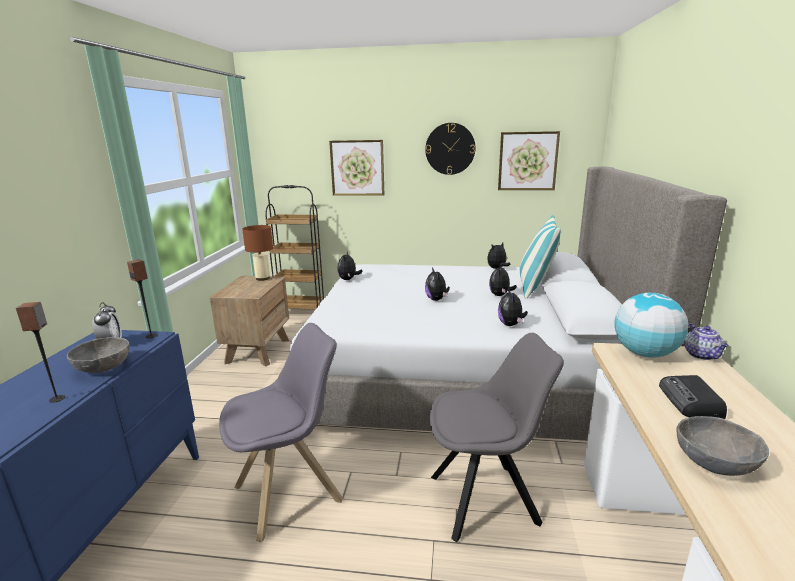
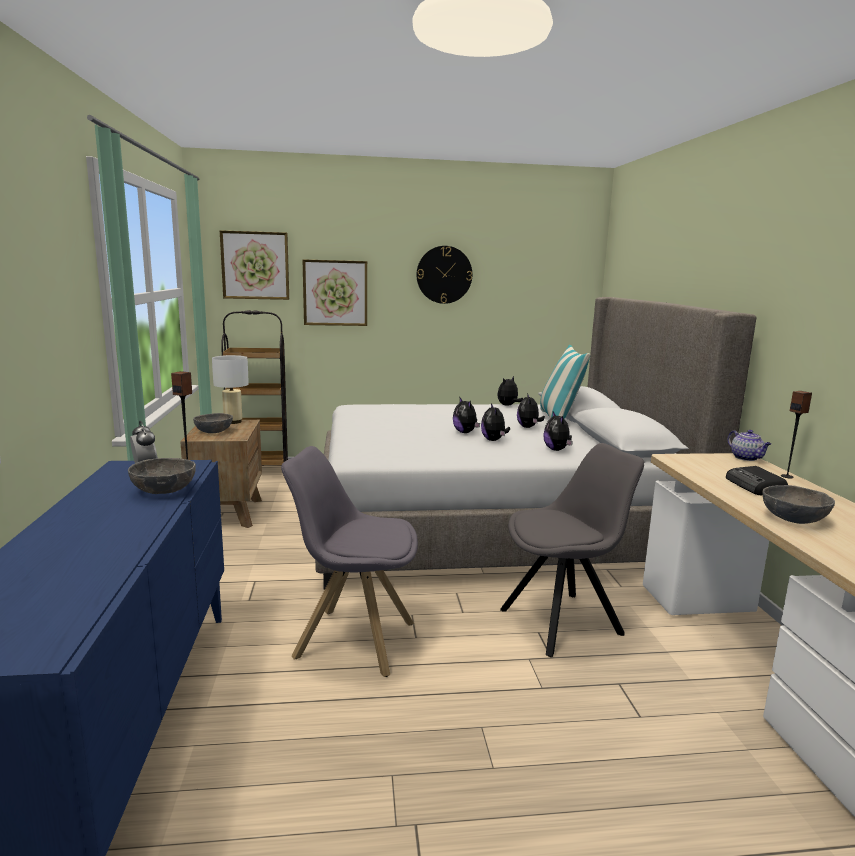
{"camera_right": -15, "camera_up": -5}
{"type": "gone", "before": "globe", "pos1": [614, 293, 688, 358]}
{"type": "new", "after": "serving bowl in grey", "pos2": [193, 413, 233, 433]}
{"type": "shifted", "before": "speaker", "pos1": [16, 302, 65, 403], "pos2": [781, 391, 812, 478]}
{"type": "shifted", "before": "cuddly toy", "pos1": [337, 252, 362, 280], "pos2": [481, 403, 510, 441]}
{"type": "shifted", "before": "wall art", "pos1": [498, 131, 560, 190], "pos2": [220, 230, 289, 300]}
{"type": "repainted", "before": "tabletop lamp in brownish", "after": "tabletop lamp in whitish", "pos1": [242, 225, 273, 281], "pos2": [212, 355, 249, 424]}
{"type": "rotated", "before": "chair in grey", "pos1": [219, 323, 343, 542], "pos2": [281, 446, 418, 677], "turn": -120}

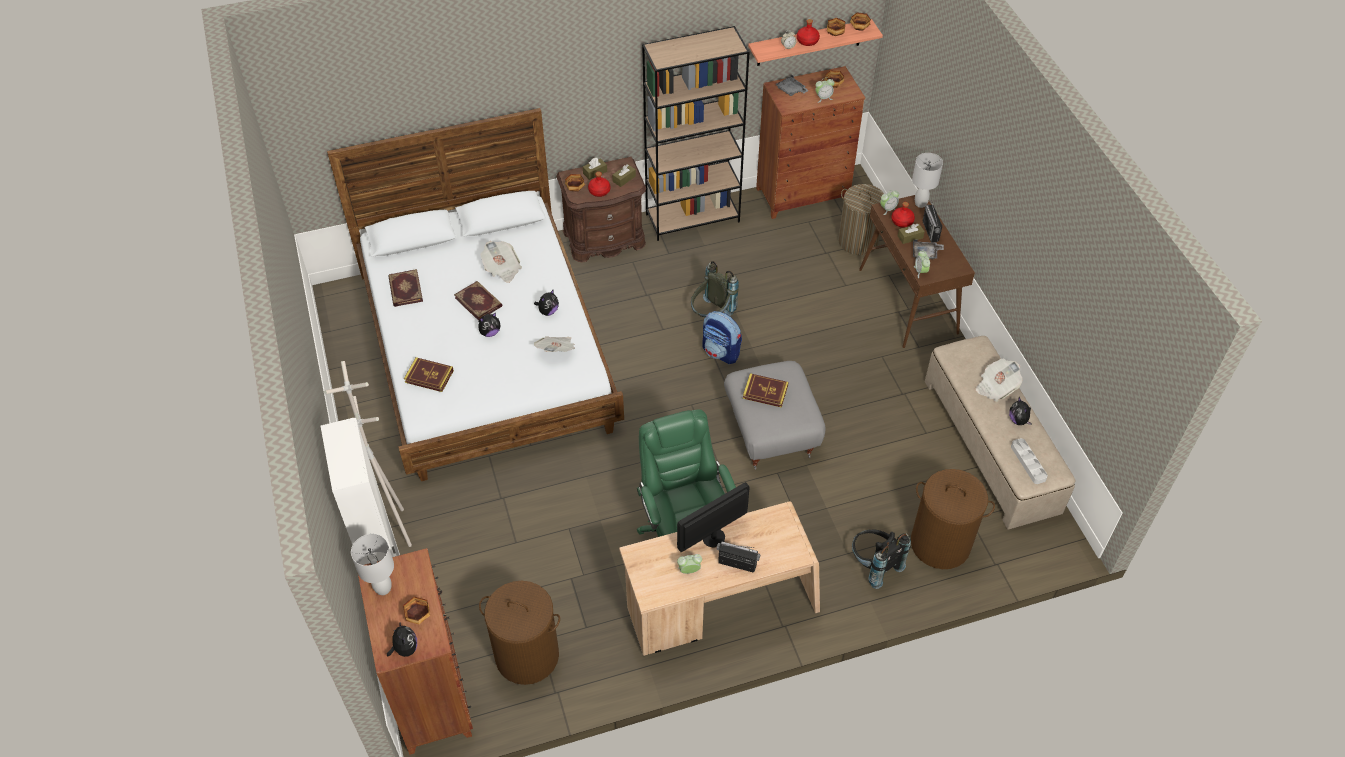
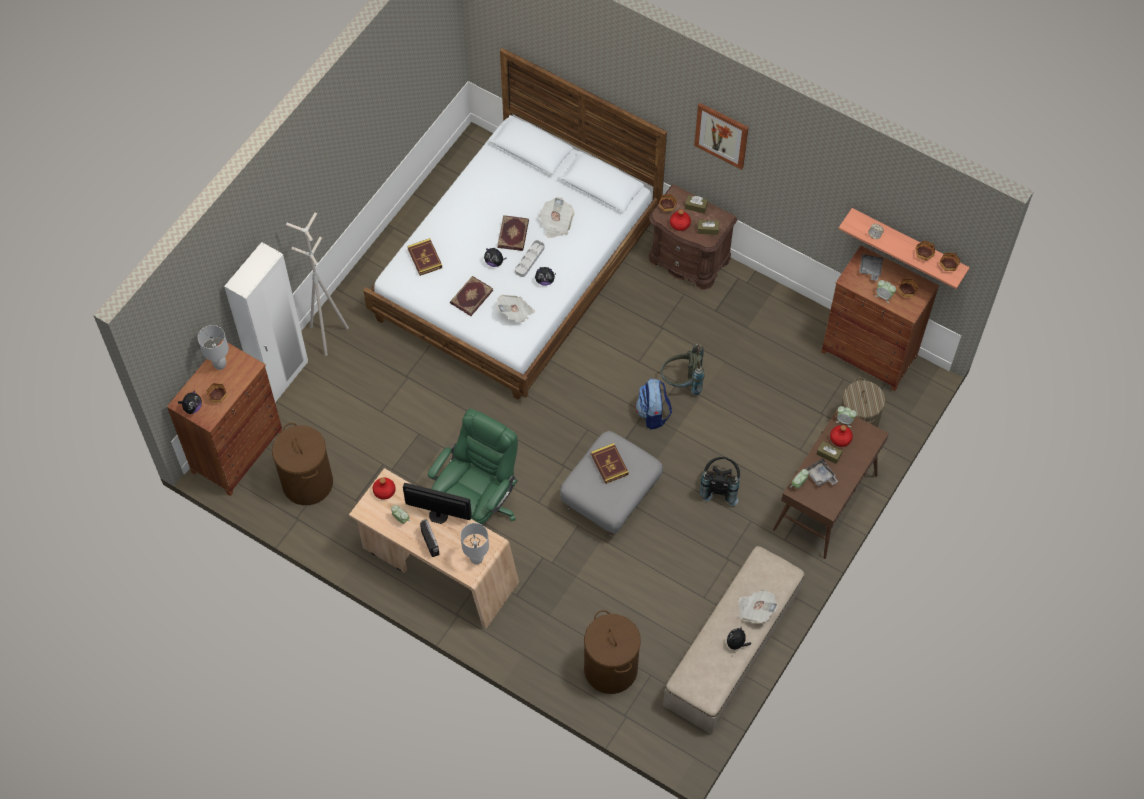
{"camera_right": 50, "camera_up": 10}
{"type": "gone", "before": "bookshelf in beige", "pos1": [642, 26, 749, 241]}
{"type": "gone", "before": "radio", "pos1": [922, 200, 942, 243]}
{"type": "new", "after": "wall art", "pos2": [694, 103, 749, 170]}
{"type": "shifted", "before": "book", "pos1": [388, 269, 423, 307], "pos2": [450, 276, 493, 316]}
{"type": "shifted", "before": "beverage bottle in red-coloured", "pos1": [797, 19, 820, 46], "pos2": [373, 478, 396, 500]}
{"type": "shifted", "before": "knapsack in black", "pos1": [852, 530, 911, 589], "pos2": [699, 457, 740, 506]}
{"type": "shifted", "before": "tabletop lamp in whitish", "pos1": [912, 153, 943, 208], "pos2": [461, 523, 489, 565]}
{"type": "shifted", "before": "serving tray in grey", "pos1": [1011, 438, 1048, 484], "pos2": [515, 240, 545, 277]}

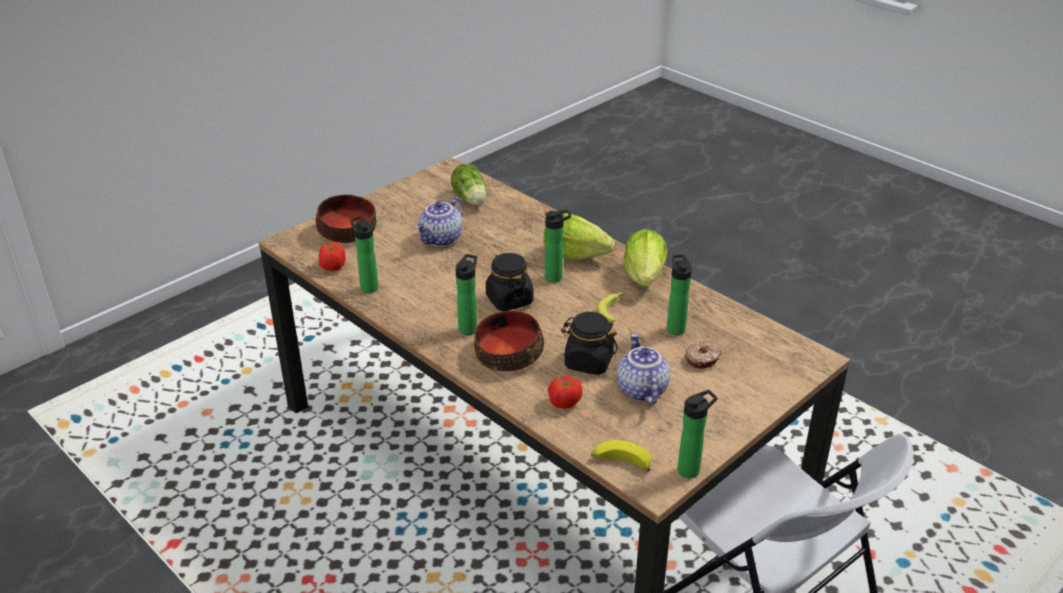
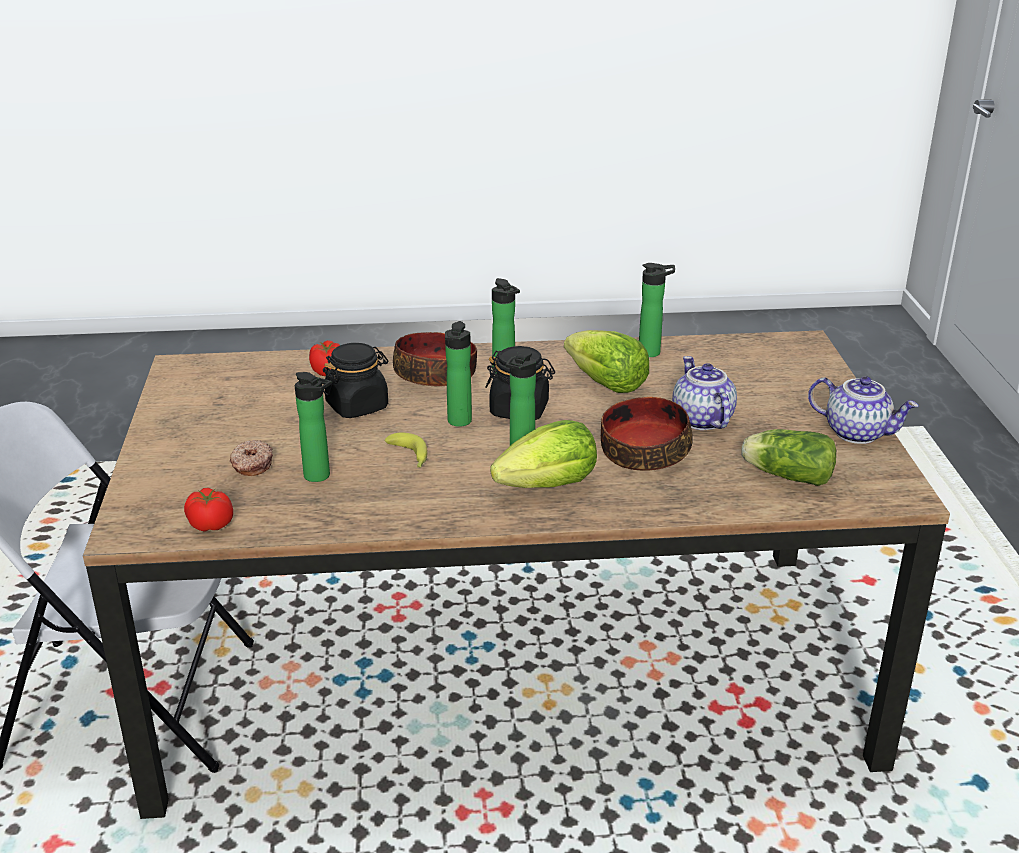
{"camera_right": 130, "camera_up": -5}
{"type": "gone", "before": "whole banana", "pos1": [591, 440, 651, 471]}
{"type": "shifted", "before": "serving bowl", "pos1": [316, 195, 376, 243], "pos2": [601, 397, 693, 471]}
{"type": "shifted", "before": "whole tomato", "pos1": [319, 242, 345, 271], "pos2": [184, 488, 233, 532]}
{"type": "shifted", "before": "tea pot", "pos1": [616, 334, 670, 405], "pos2": [808, 376, 919, 444]}
{"type": "shifted", "before": "head of lettuce", "pos1": [624, 229, 667, 286], "pos2": [564, 330, 649, 393]}
{"type": "shifted", "before": "beverage bottle", "pos1": [678, 390, 717, 478], "pos2": [445, 321, 472, 427]}

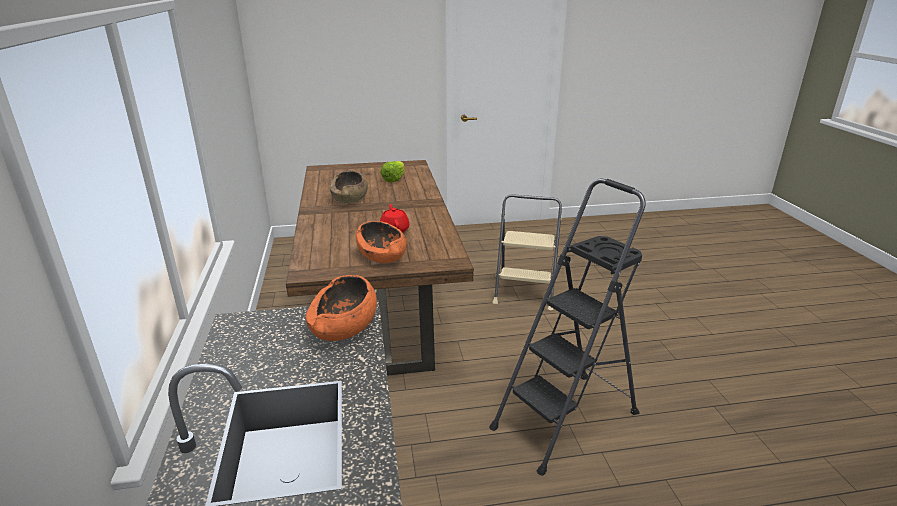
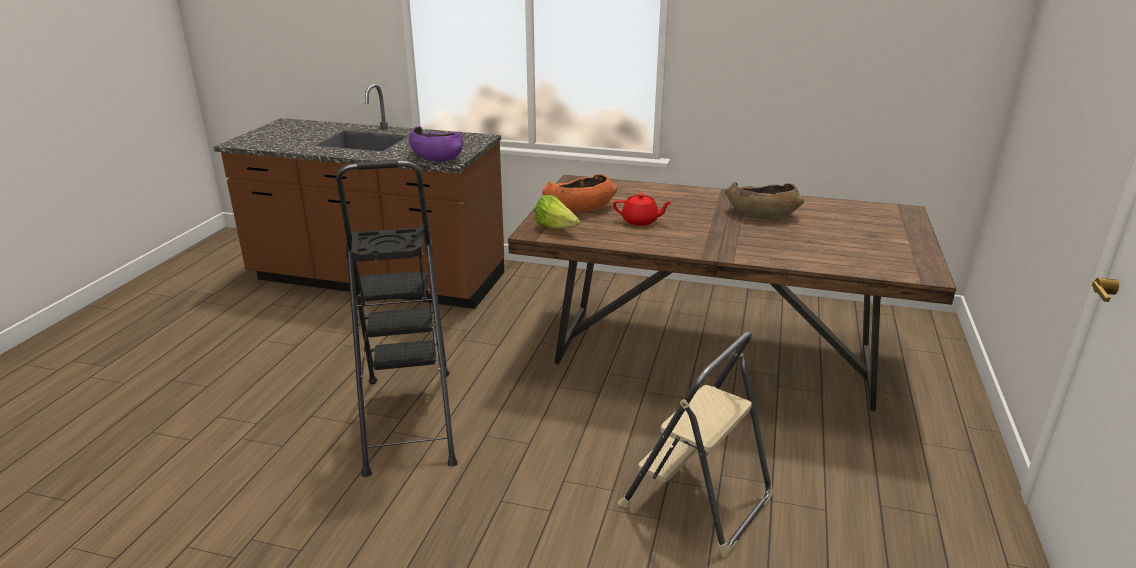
{"camera_right": 115, "camera_up": 0}
{"type": "shifted", "before": "head of lettuce", "pos1": [381, 161, 405, 183], "pos2": [535, 195, 580, 229]}
{"type": "repainted", "before": "serving bowl in orange", "after": "serving bowl in purplish", "pos1": [306, 275, 377, 341], "pos2": [409, 126, 463, 162]}

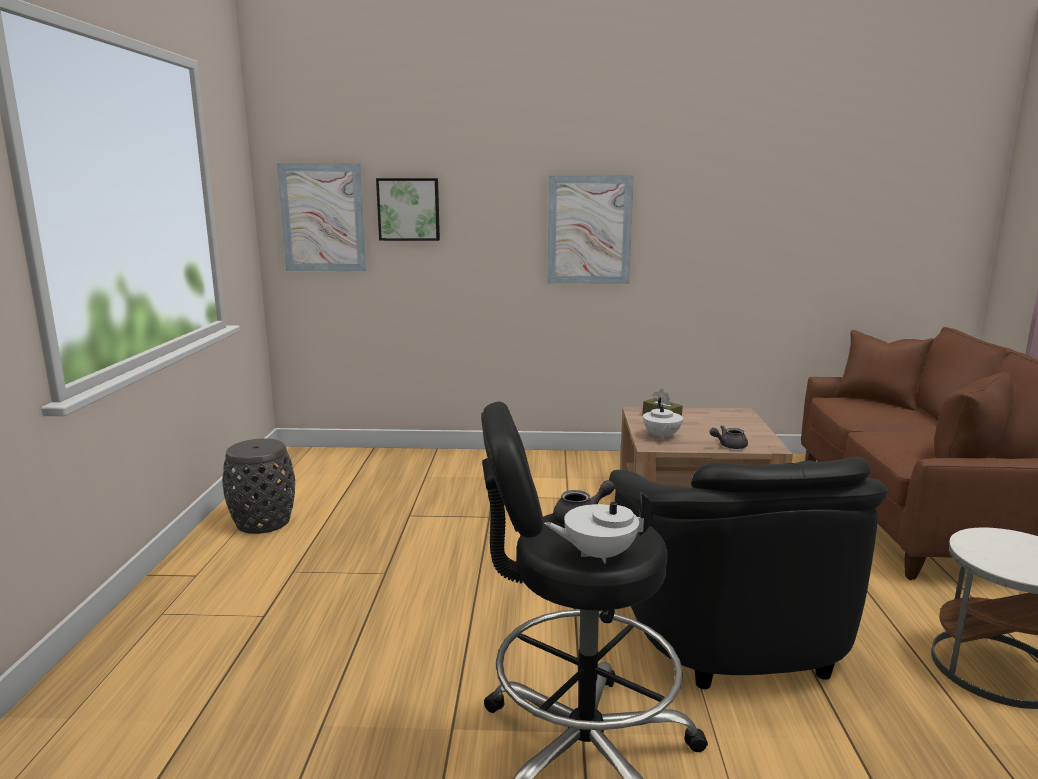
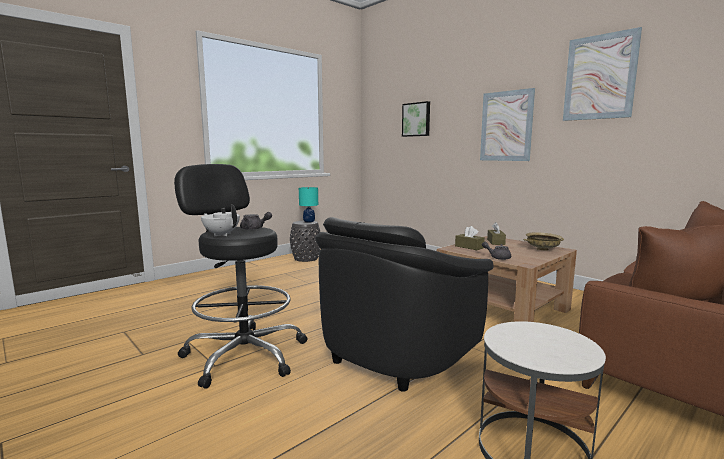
{"camera_right": 45, "camera_up": -5}
{"type": "new", "after": "tabletop lamp in turquoise-coloured", "pos2": [299, 187, 318, 222]}
{"type": "new", "after": "serving bowl in beige", "pos2": [523, 232, 564, 250]}
{"type": "shifted", "before": "wall art", "pos1": [277, 163, 367, 271], "pos2": [563, 27, 642, 121]}
{"type": "swapped", "before": "tea pot in whitish", "after": "tissue holder in brownish", "pos1": [643, 397, 683, 440], "pos2": [455, 226, 485, 250]}

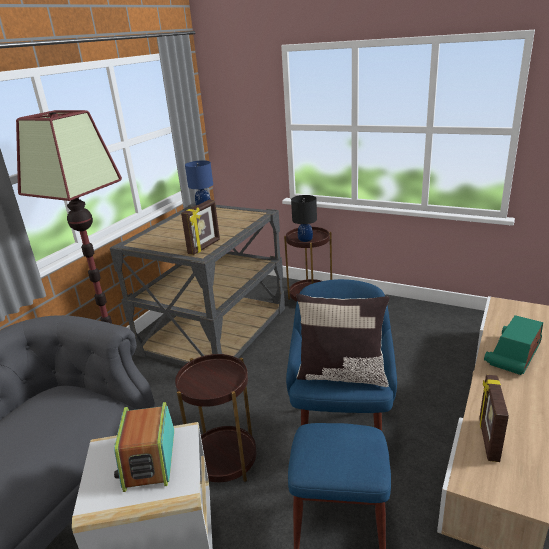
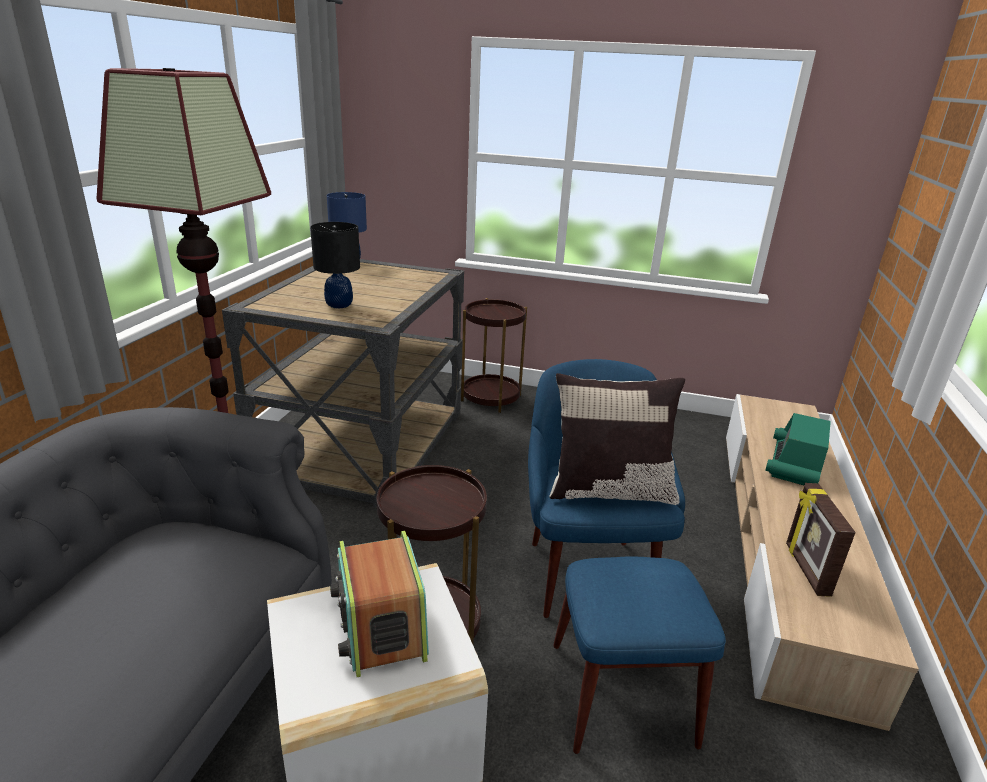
{"camera_right": -15, "camera_up": 0}
{"type": "gone", "before": "standing frame", "pos1": [181, 200, 220, 255]}
{"type": "shifted", "before": "tabletop lamp in black", "pos1": [291, 195, 317, 242], "pos2": [310, 222, 360, 309]}

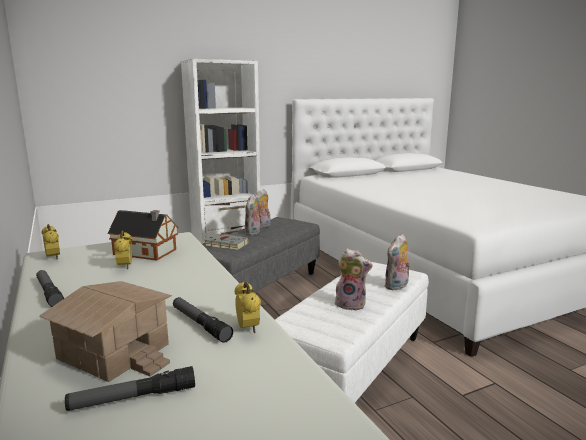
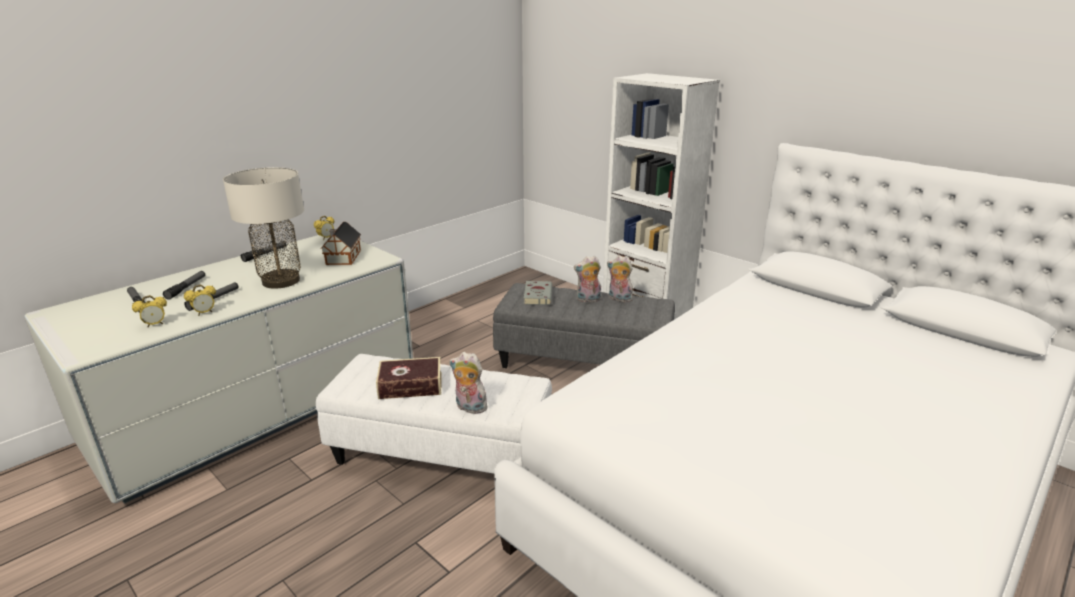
{"camera_right": 70, "camera_up": 10}
{"type": "new", "after": "tabletop lamp", "pos2": [223, 167, 304, 289]}
{"type": "shifted", "before": "table clock", "pos1": [114, 231, 132, 269], "pos2": [132, 295, 167, 327]}
{"type": "swapped", "before": "model house", "after": "flashlight", "pos1": [39, 281, 172, 382], "pos2": [163, 271, 205, 300]}
{"type": "swapped", "before": "cuddly toy", "after": "book", "pos1": [335, 248, 373, 311], "pos2": [376, 357, 442, 399]}

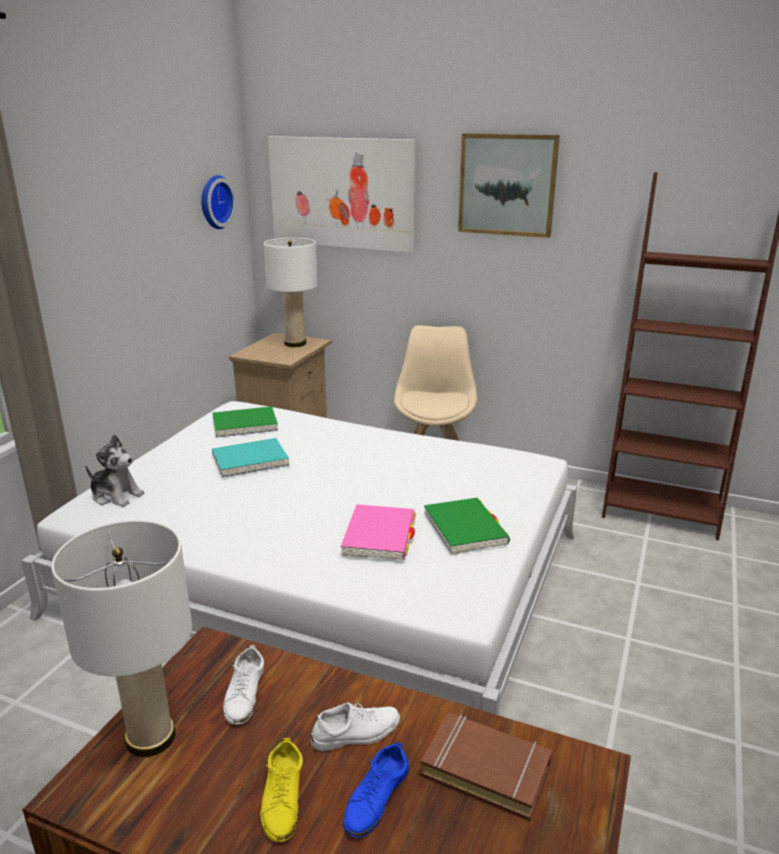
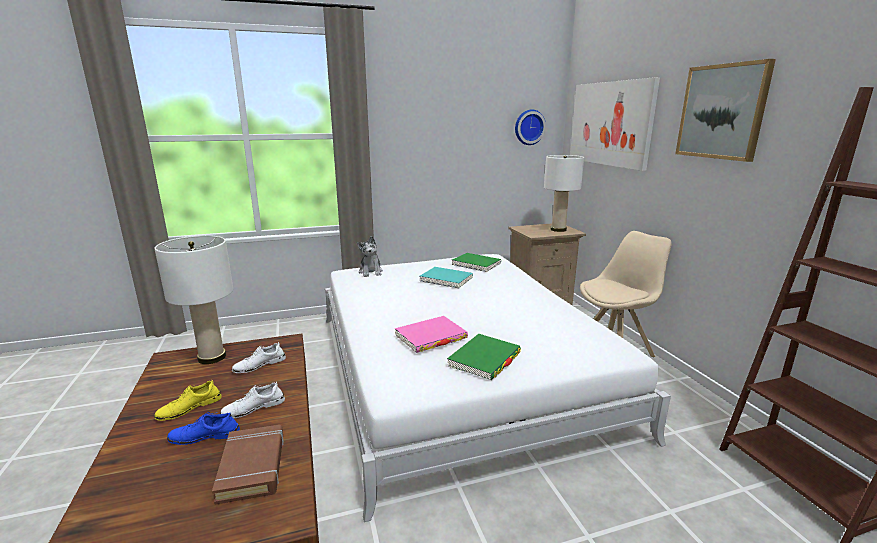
{"camera_right": 50, "camera_up": -5}
{"type": "rotated", "before": "low shoe in whitish", "pos1": [311, 702, 400, 751], "pos2": [220, 382, 285, 418], "turn": 120}

